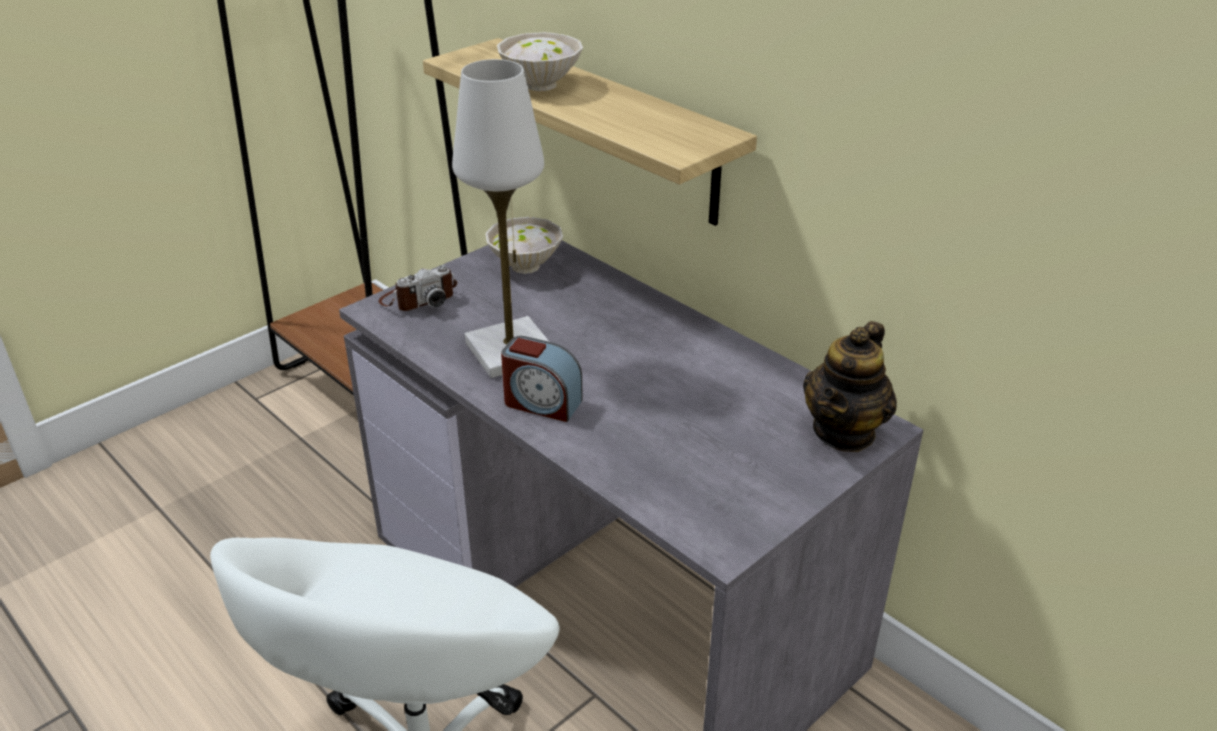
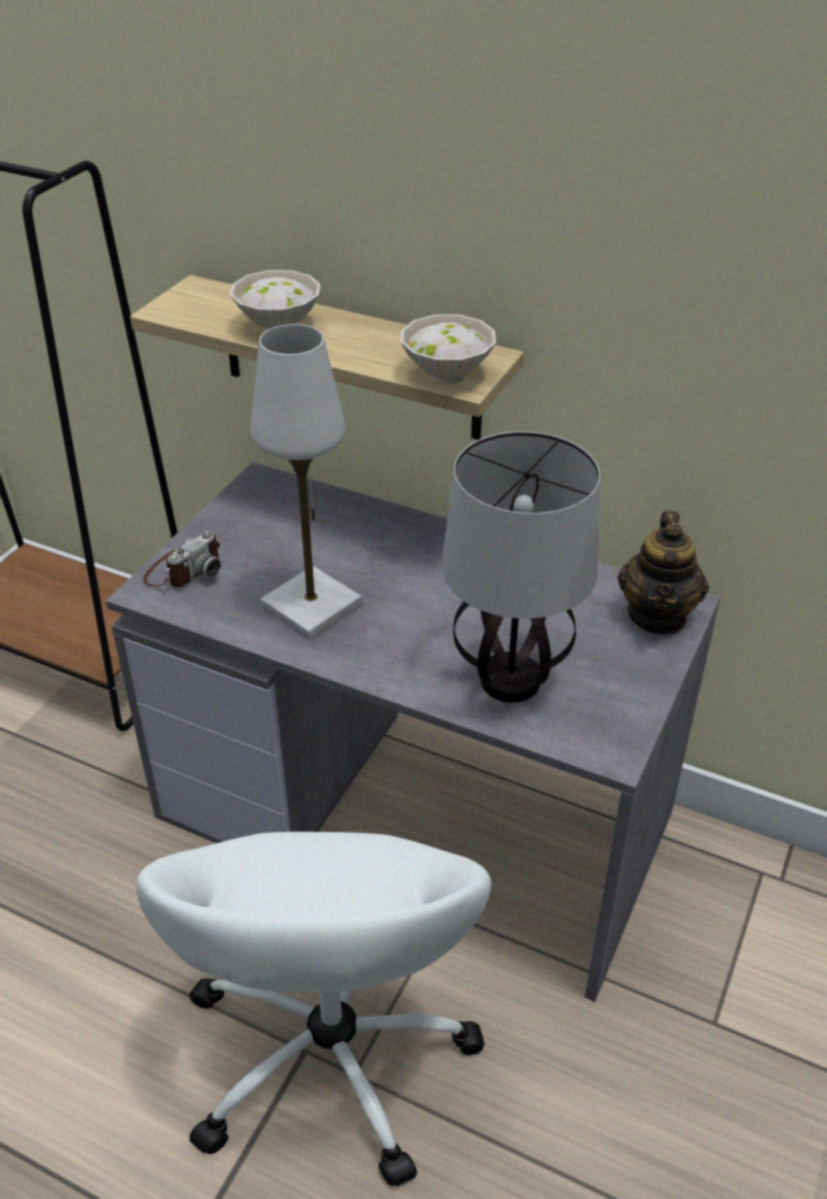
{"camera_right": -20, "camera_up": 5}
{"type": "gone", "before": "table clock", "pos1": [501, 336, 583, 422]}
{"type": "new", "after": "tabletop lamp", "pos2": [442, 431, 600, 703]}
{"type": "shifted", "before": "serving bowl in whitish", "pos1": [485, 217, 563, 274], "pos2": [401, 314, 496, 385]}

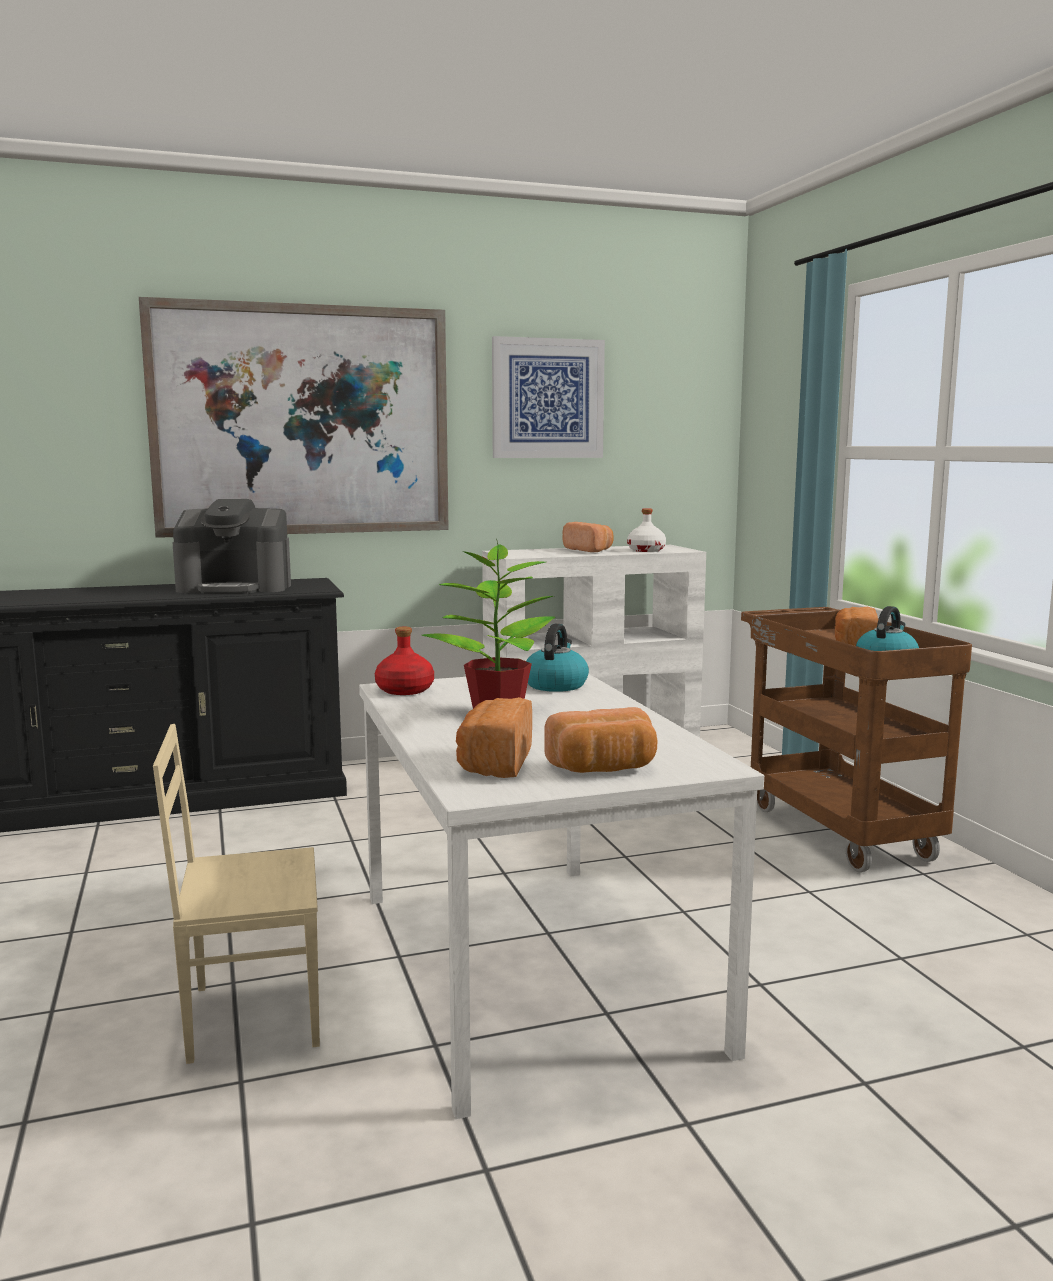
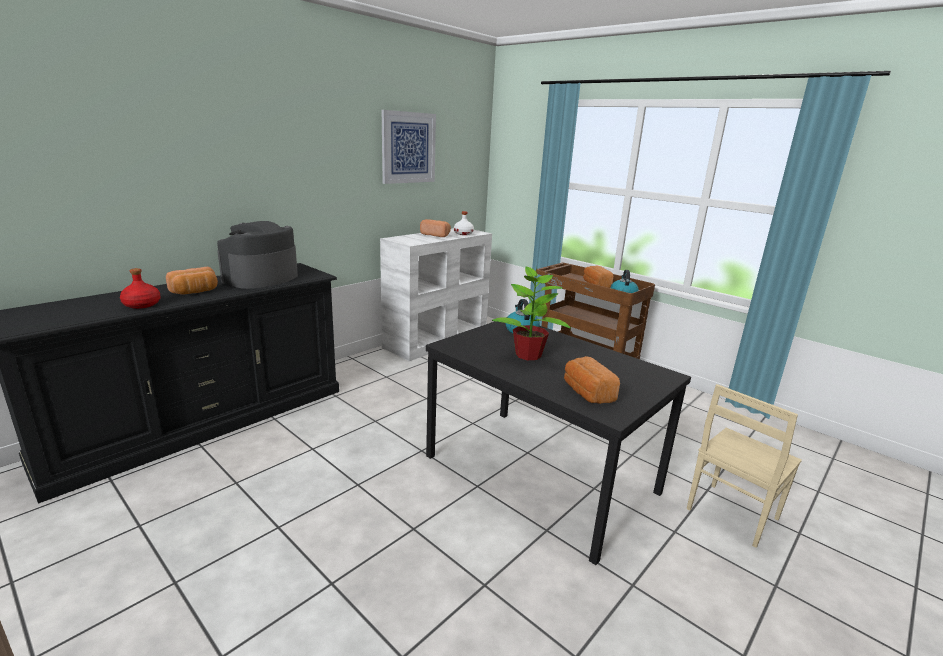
{"camera_right": -30, "camera_up": 10}
{"type": "gone", "before": "wall art", "pos1": [139, 297, 449, 538]}
{"type": "shifted", "before": "chair in beige", "pos1": [153, 724, 320, 1064], "pos2": [687, 384, 802, 548]}
{"type": "shifted", "before": "beverage bottle in red-coloured", "pos1": [375, 627, 434, 695], "pos2": [120, 268, 161, 309]}
{"type": "shifted", "before": "bakery bread", "pos1": [544, 707, 657, 773], "pos2": [166, 267, 218, 294]}
{"type": "repainted", "before": "kitchen table in whitish", "after": "kitchen table in black", "pos1": [359, 674, 764, 1119], "pos2": [426, 317, 691, 565]}
{"type": "rotated", "before": "coffee machine", "pos1": [172, 499, 291, 594], "pos2": [217, 221, 298, 289], "turn": 150}

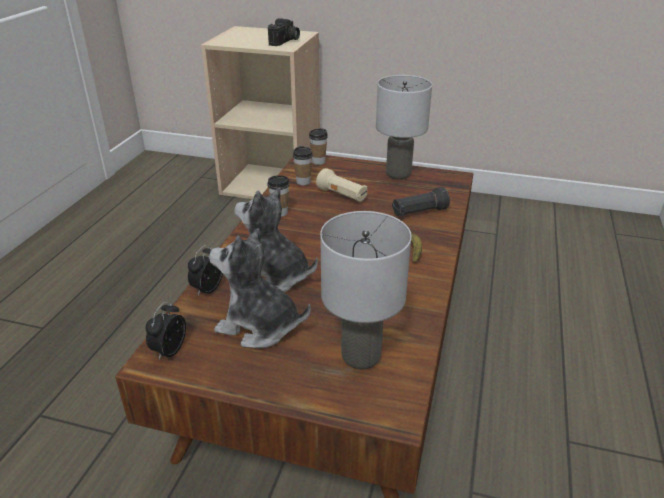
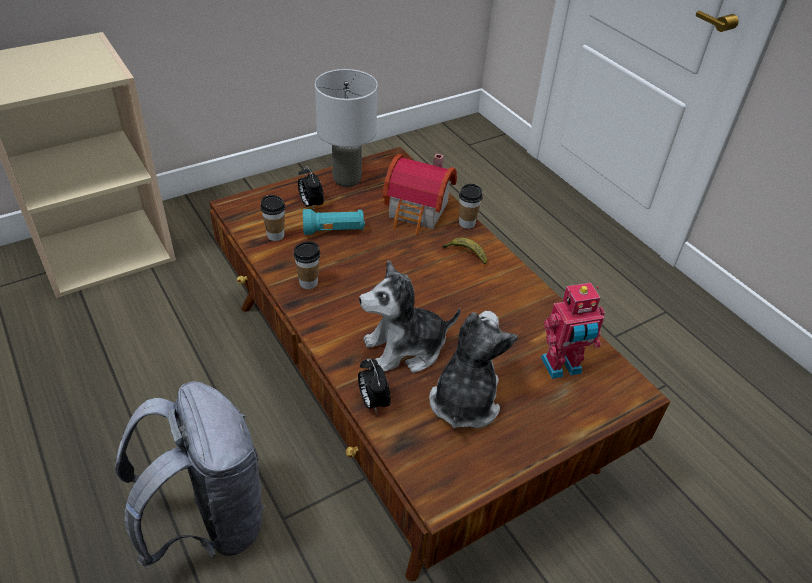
{"camera_right": -50, "camera_up": 10}
{"type": "gone", "before": "still camera", "pos1": [268, 18, 300, 46]}
{"type": "new", "after": "knapsack in grey", "pos2": [115, 382, 265, 569]}
{"type": "shifted", "before": "table clock", "pos1": [145, 302, 186, 360], "pos2": [298, 166, 324, 210]}
{"type": "shifted", "before": "drinking cup", "pos1": [309, 128, 328, 165], "pos2": [459, 184, 483, 229]}
{"type": "swapped", "before": "tabletop lamp in whitish", "after": "model robot", "pos1": [320, 211, 411, 370], "pos2": [541, 283, 605, 379]}
{"type": "swapped", "before": "flashlight in black", "after": "model house", "pos1": [392, 187, 450, 216], "pos2": [382, 153, 457, 235]}
{"type": "repainted", "before": "flashlight in beige", "after": "flashlight in turquoise-coloured", "pos1": [316, 168, 367, 202], "pos2": [303, 209, 365, 235]}
{"type": "rotated", "before": "cuddly toy", "pos1": [209, 228, 311, 348], "pos2": [429, 311, 518, 429], "turn": 135}

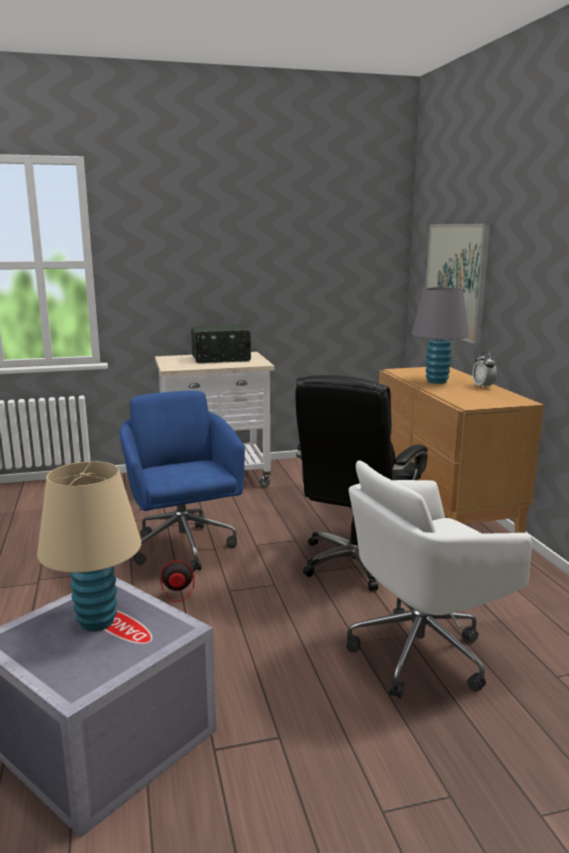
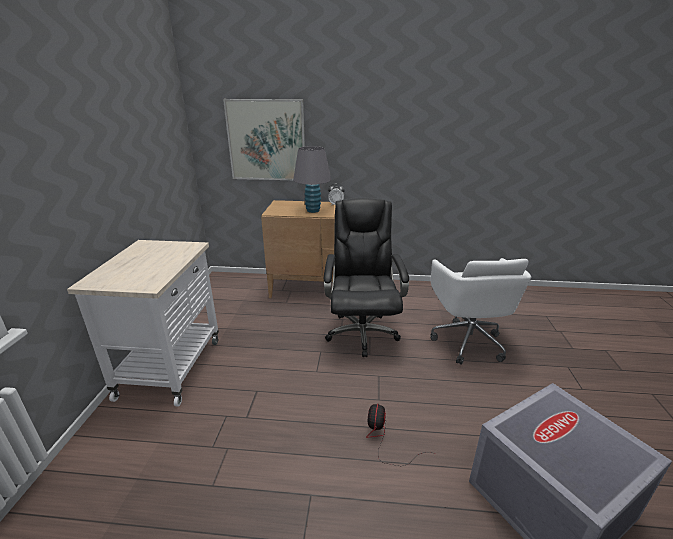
{"camera_right": -70, "camera_up": 10}
{"type": "gone", "before": "tabletop lamp in beige", "pos1": [37, 461, 141, 631]}
{"type": "gone", "before": "office chair in bluish", "pos1": [120, 390, 245, 572]}
{"type": "gone", "before": "radio", "pos1": [191, 325, 251, 363]}
{"type": "rotated", "before": "office chair in black", "pos1": [296, 375, 428, 591], "pos2": [324, 198, 409, 357], "turn": -135}

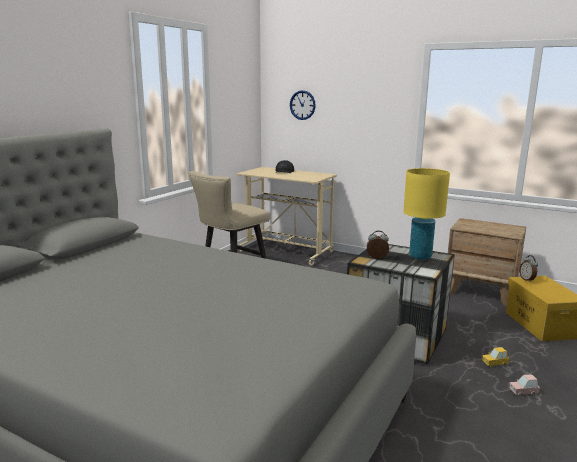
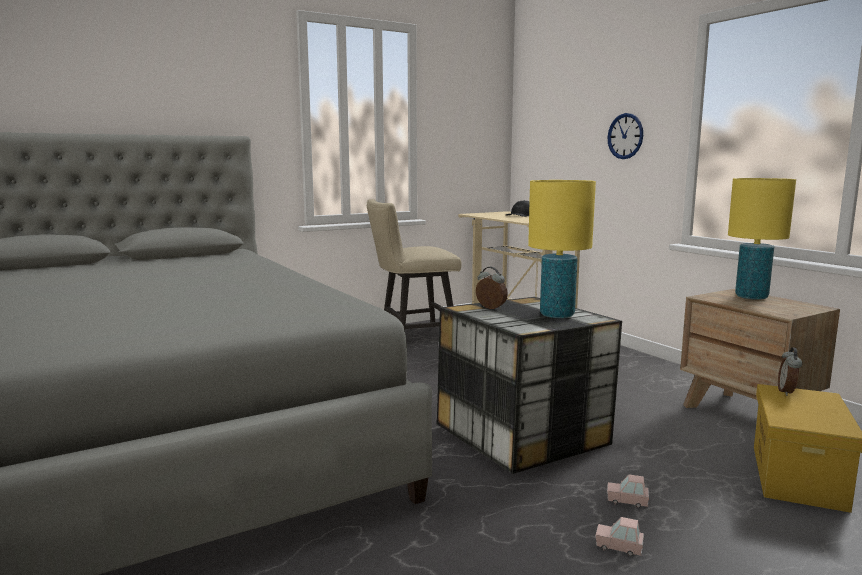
{"camera_right": 30, "camera_up": -5}
{"type": "new", "after": "tabletop lamp in yellow-coloured", "pos2": [728, 178, 796, 300]}
{"type": "shifted", "before": "hanging clock", "pos1": [290, 90, 316, 120], "pos2": [608, 113, 643, 159]}
{"type": "repainted", "before": "model car in yellow-coloured", "after": "model car in pink-coloured", "pos1": [483, 347, 510, 367], "pos2": [607, 475, 649, 508]}

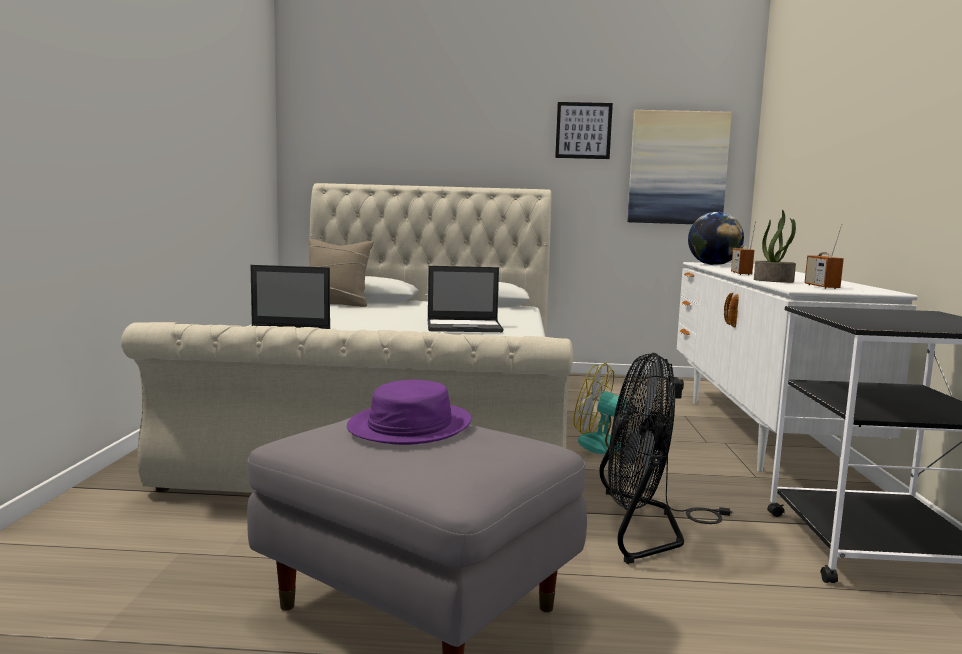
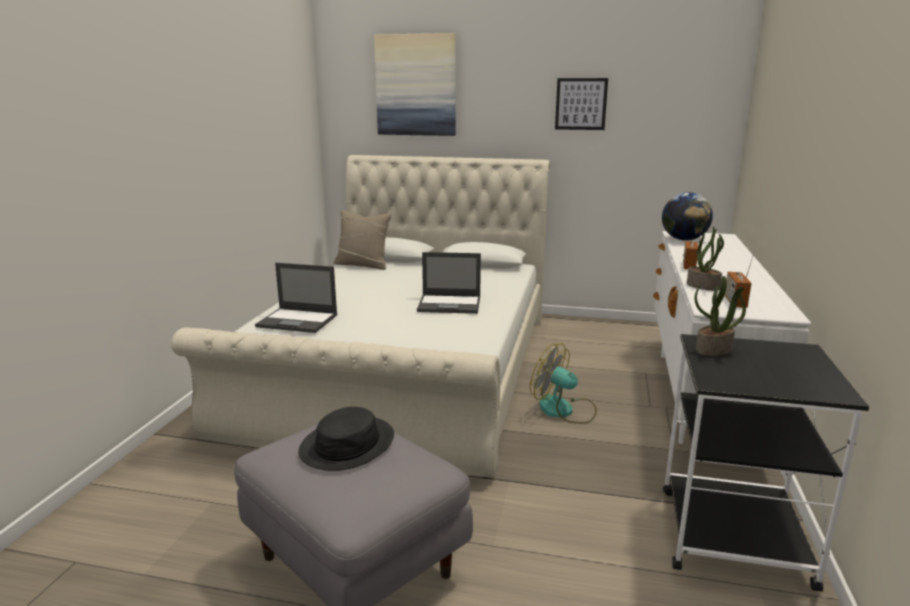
{"camera_right": 10, "camera_up": 10}
{"type": "gone", "before": "fan in black", "pos1": [600, 353, 734, 564]}
{"type": "new", "after": "plant in a pot", "pos2": [695, 276, 746, 356]}
{"type": "shifted", "before": "wall art", "pos1": [627, 110, 732, 224], "pos2": [374, 33, 456, 136]}
{"type": "repainted", "before": "wearable hat in purplish", "after": "wearable hat in black", "pos1": [347, 380, 471, 445], "pos2": [298, 407, 394, 471]}

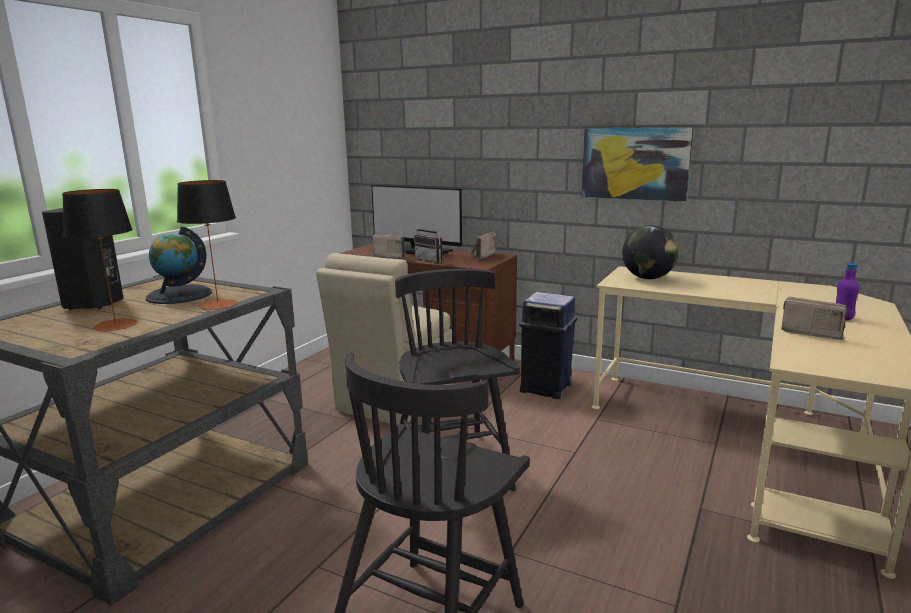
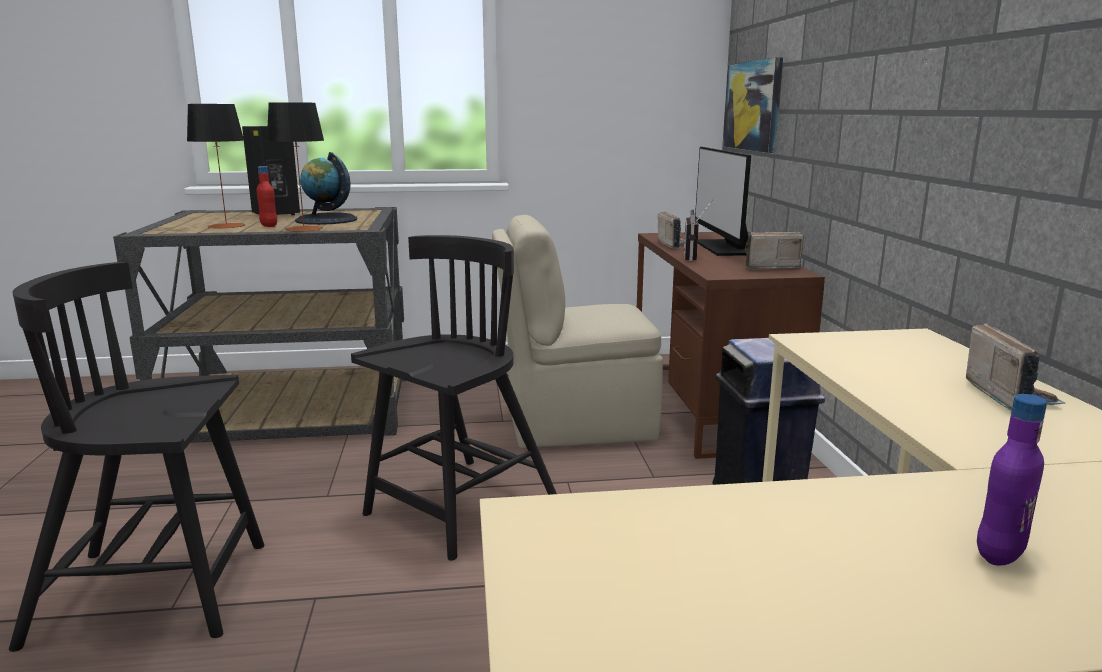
{"camera_right": 55, "camera_up": 0}
{"type": "gone", "before": "globe", "pos1": [622, 225, 679, 279]}
{"type": "new", "after": "beverage bottle in red-coloured", "pos2": [257, 166, 277, 227]}
{"type": "shifted", "before": "wall art", "pos1": [582, 127, 694, 202], "pos2": [723, 57, 783, 153]}
{"type": "shifted", "before": "radio", "pos1": [781, 297, 848, 340], "pos2": [966, 323, 1065, 411]}

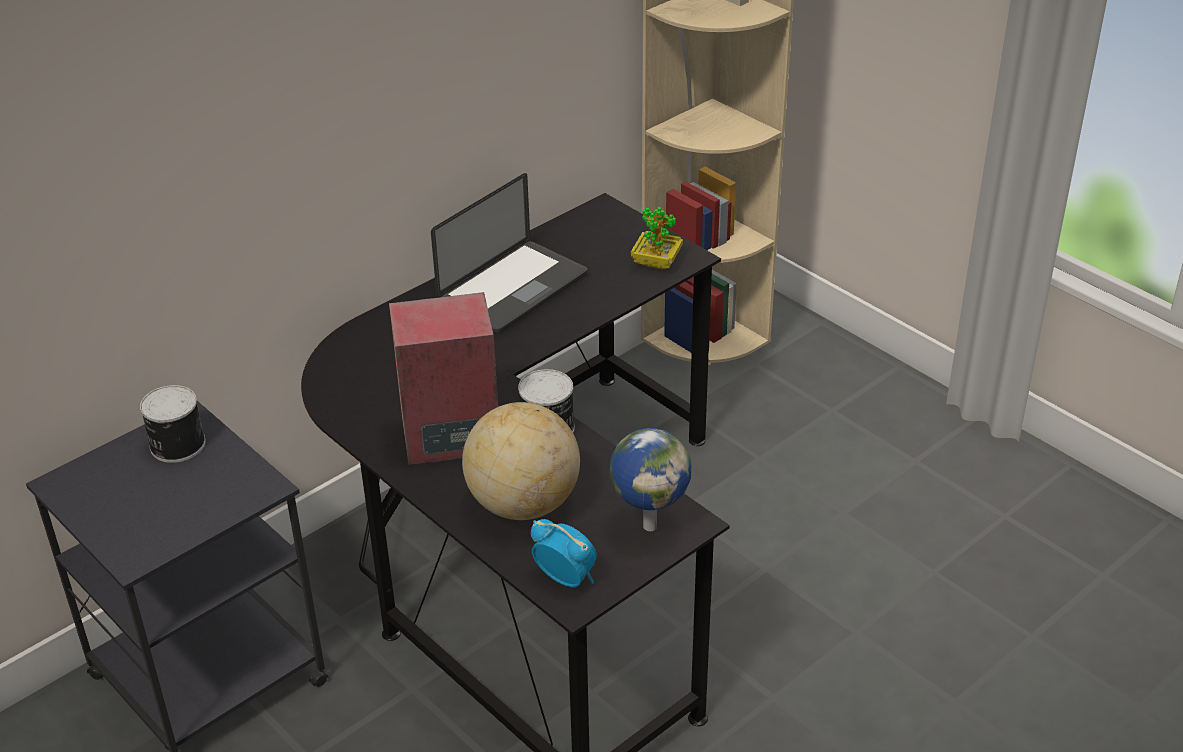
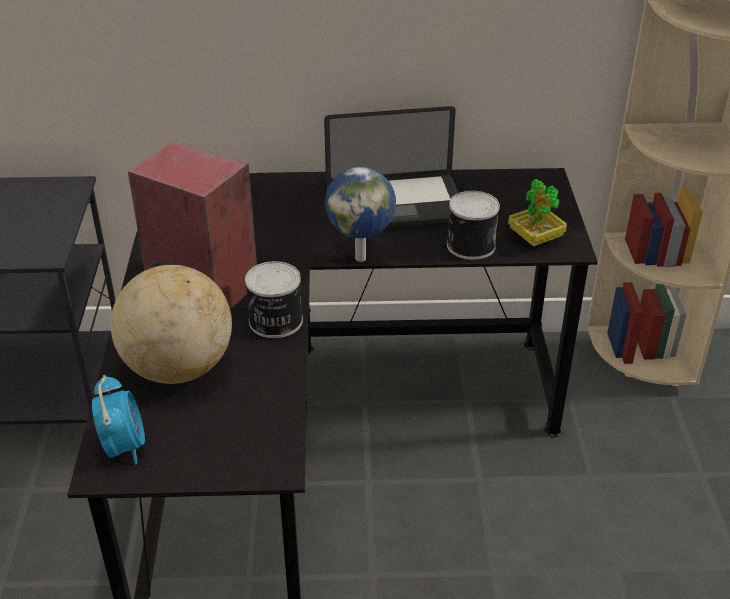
{"camera_right": 40, "camera_up": 0}
{"type": "shifted", "before": "can", "pos1": [140, 385, 206, 463], "pos2": [447, 191, 500, 260]}
{"type": "shifted", "before": "globe", "pos1": [610, 428, 691, 531], "pos2": [325, 167, 396, 262]}

